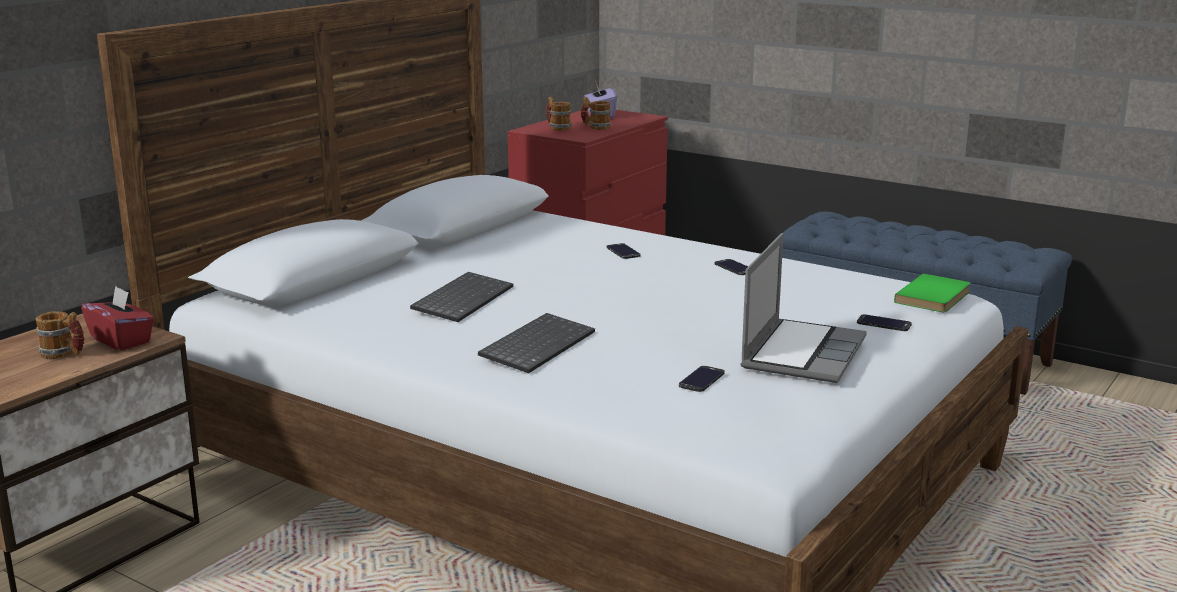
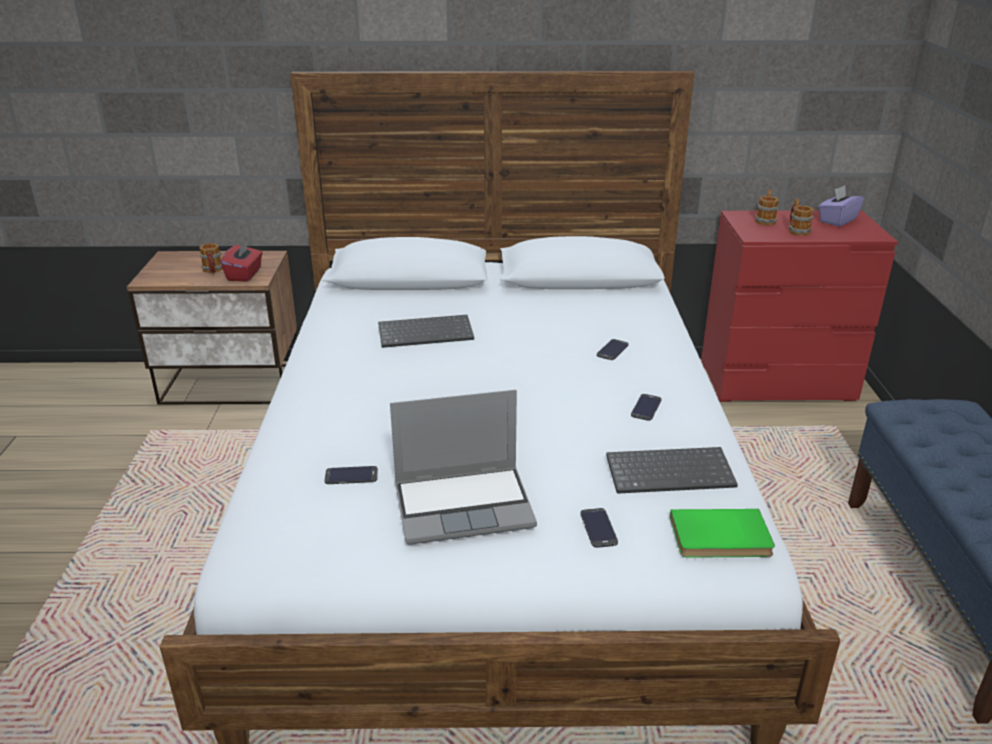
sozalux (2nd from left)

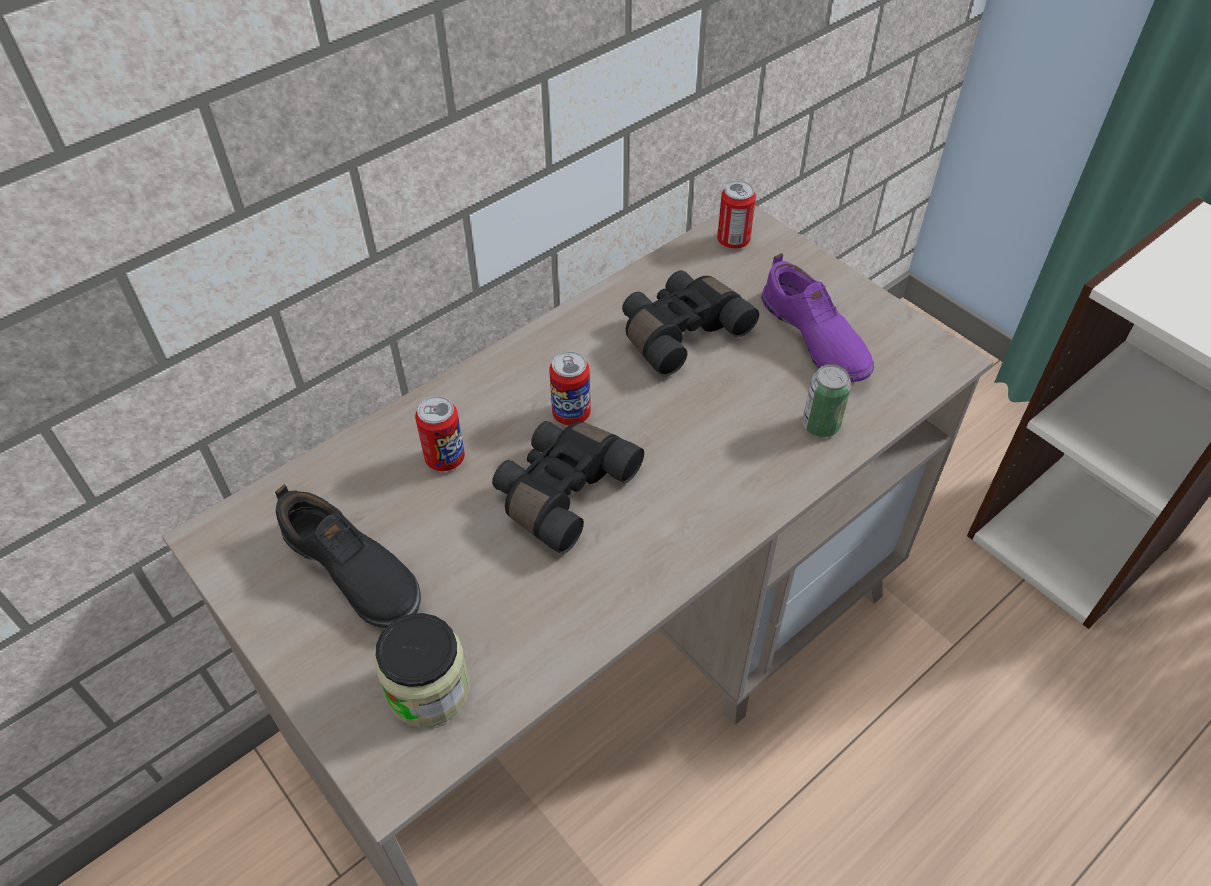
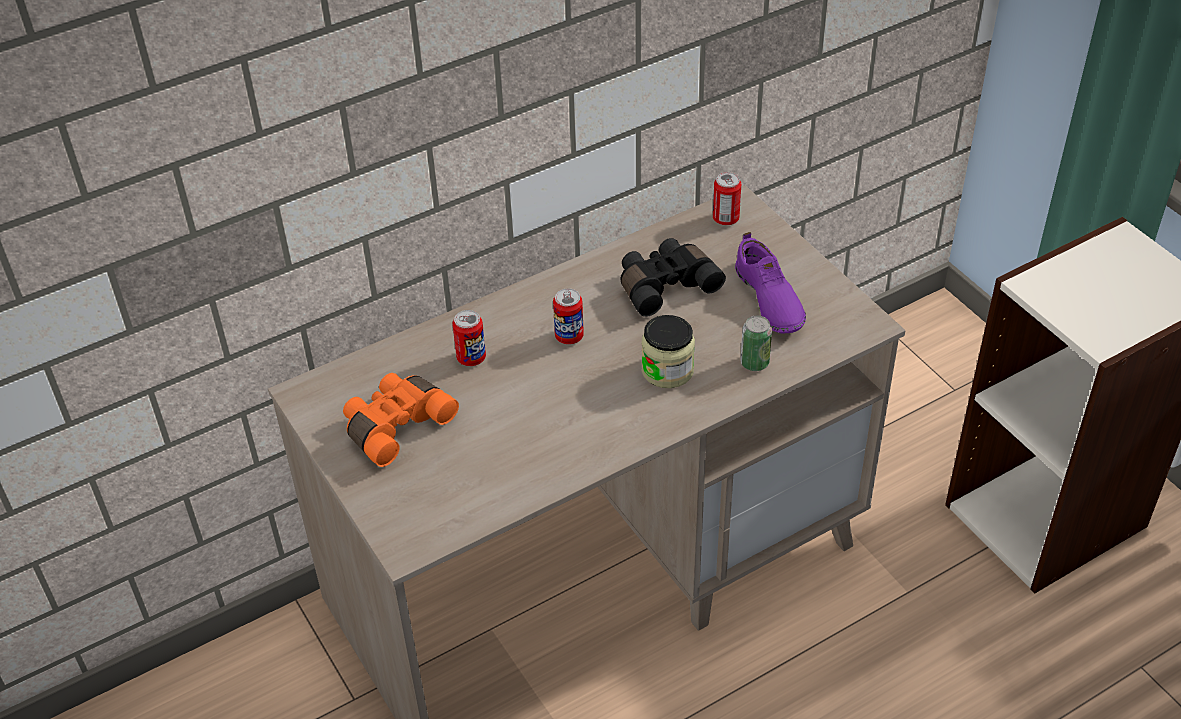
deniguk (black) (1st from left in the first image)
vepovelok
deniguk (orange)

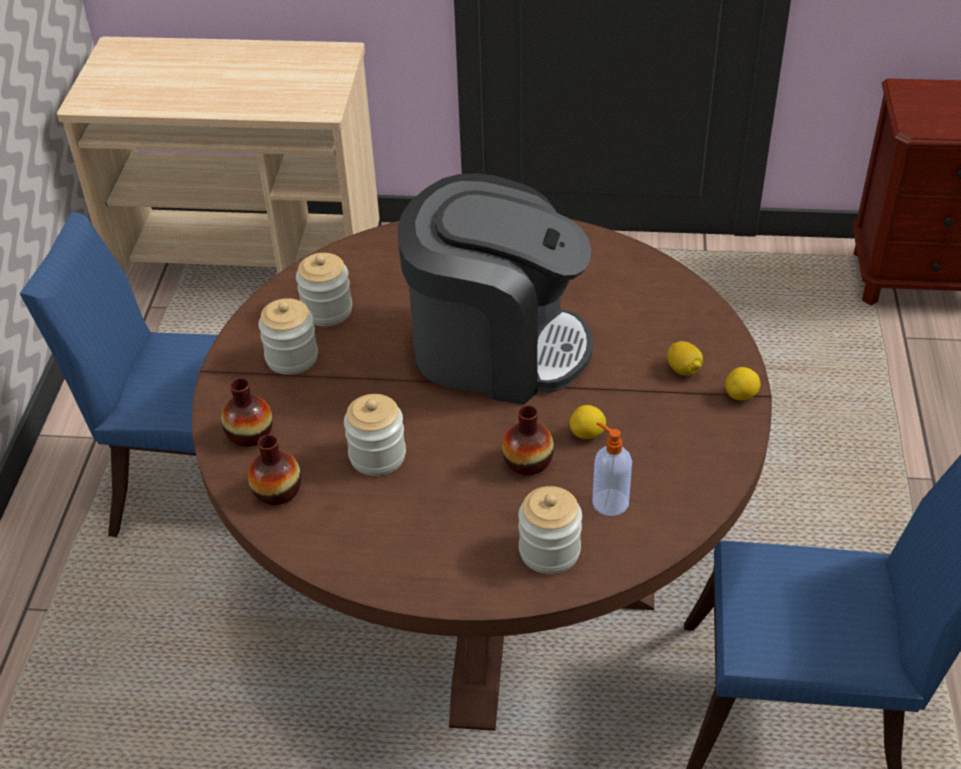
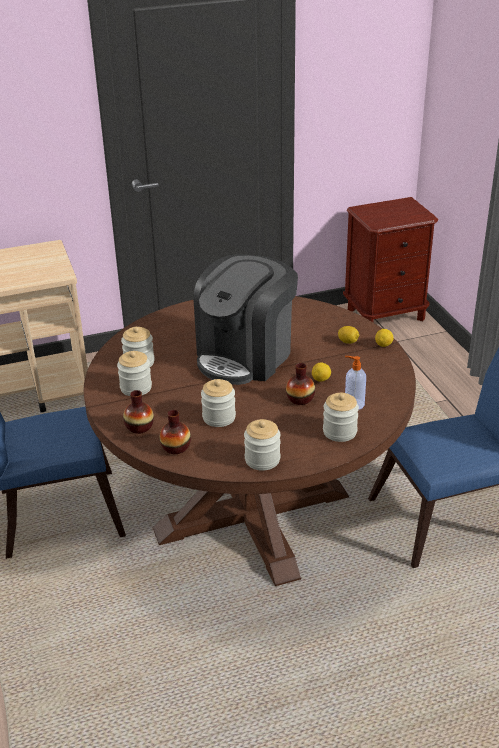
vepovelok (4th from left)
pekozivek

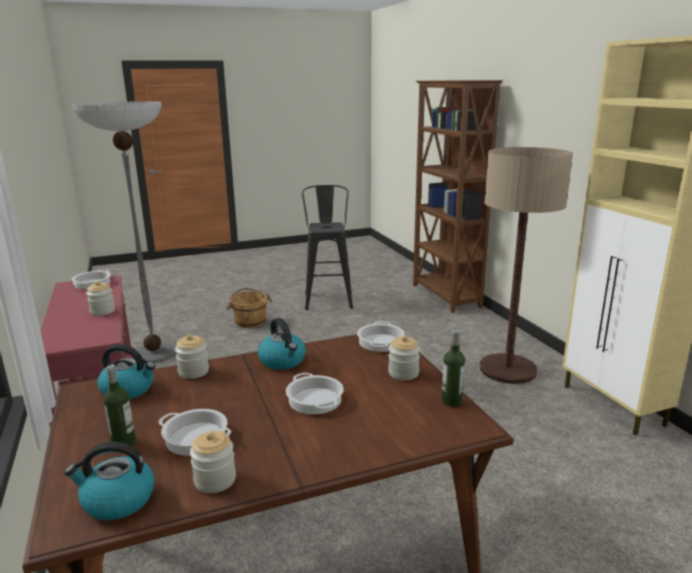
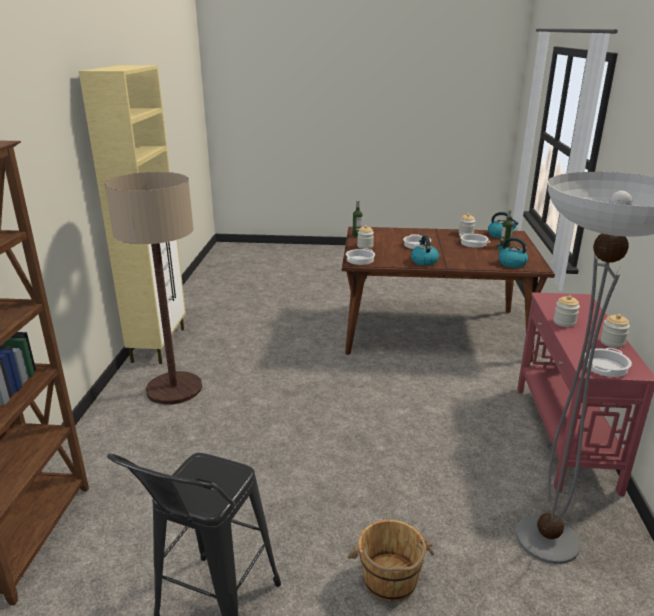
vepovelok (4th from left)

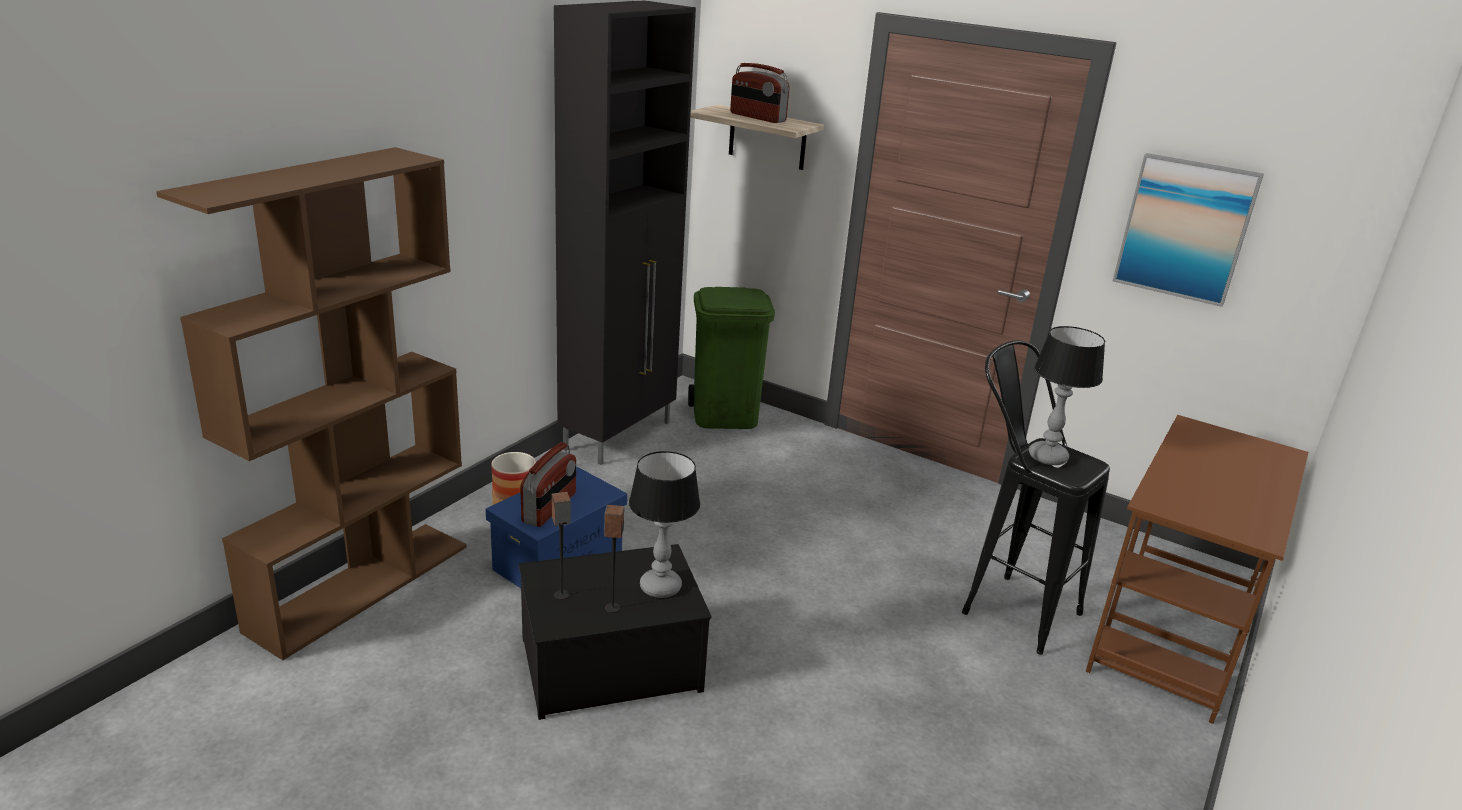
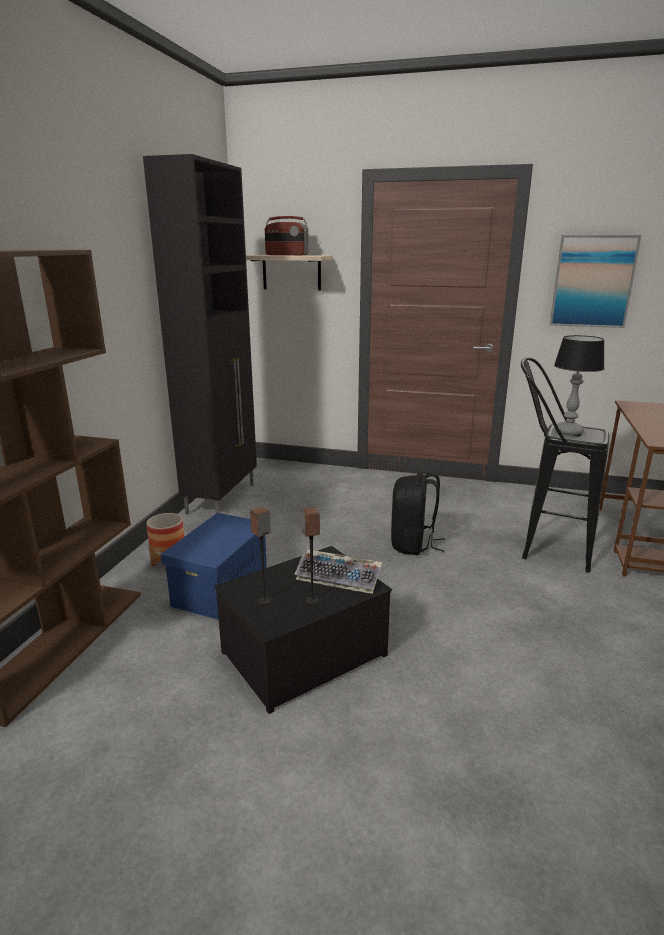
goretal (1st from left in the first image)
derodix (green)
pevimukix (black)
sozalux

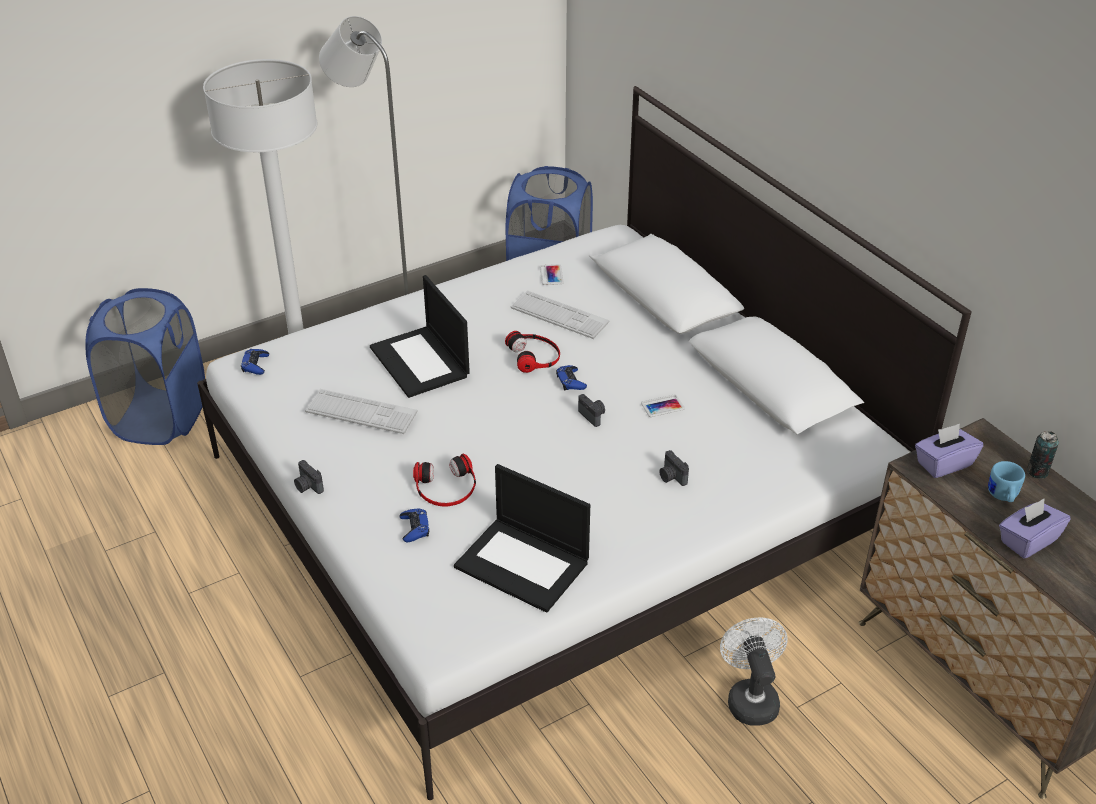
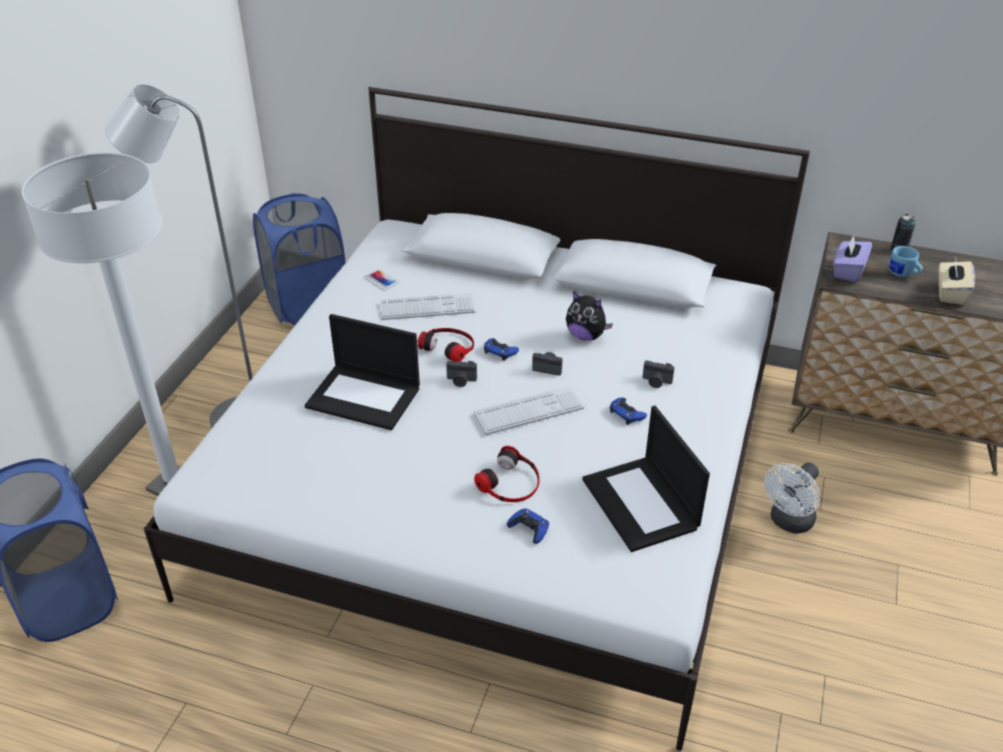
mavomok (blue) (3rd from left)
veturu (1st from left)
sozalux (2nd from left)
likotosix
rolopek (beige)
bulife (2nd from left)
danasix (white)

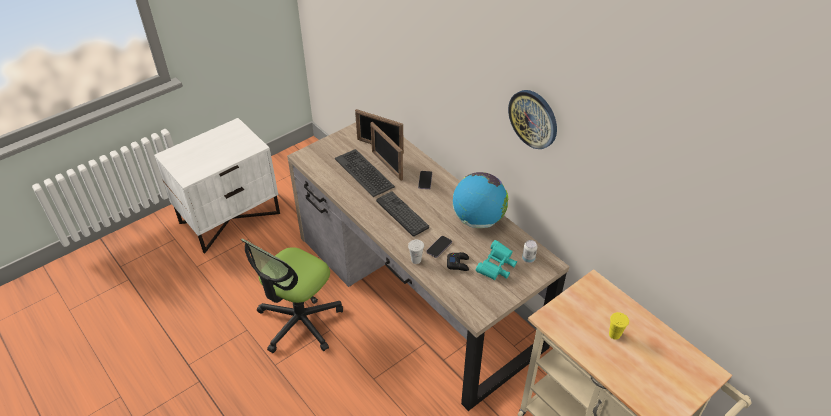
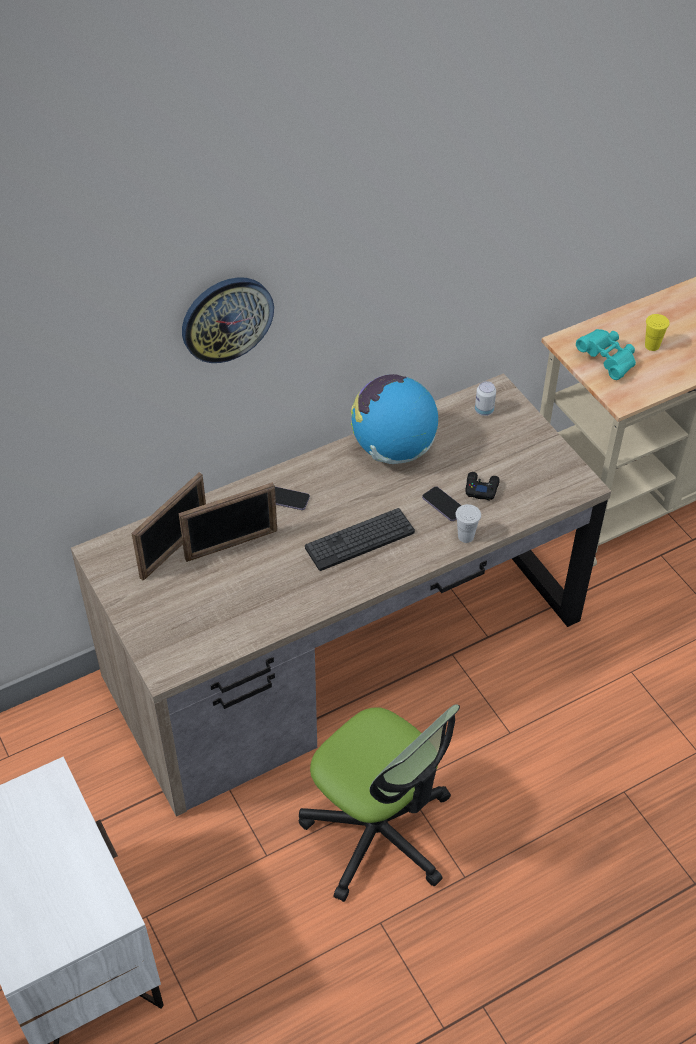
sozalux (1st from left in the first image)
deniguk (turquoise)
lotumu

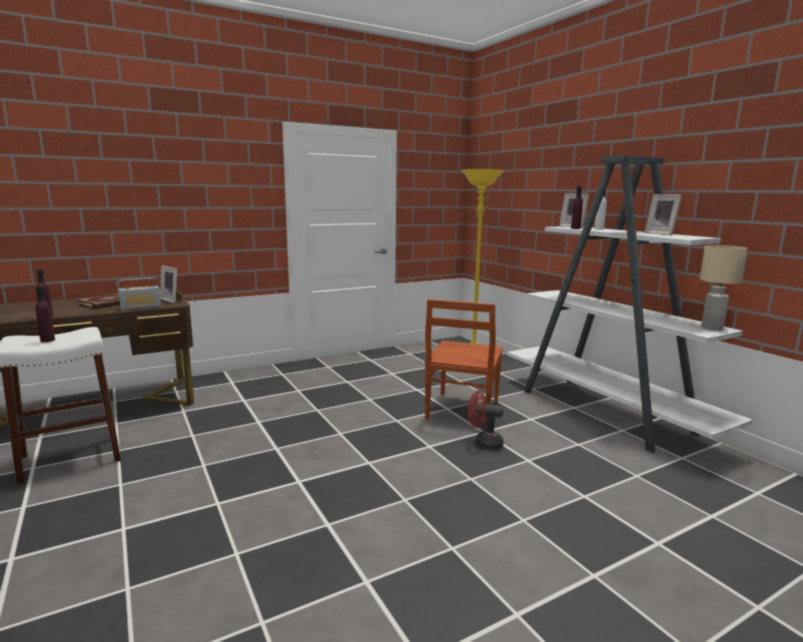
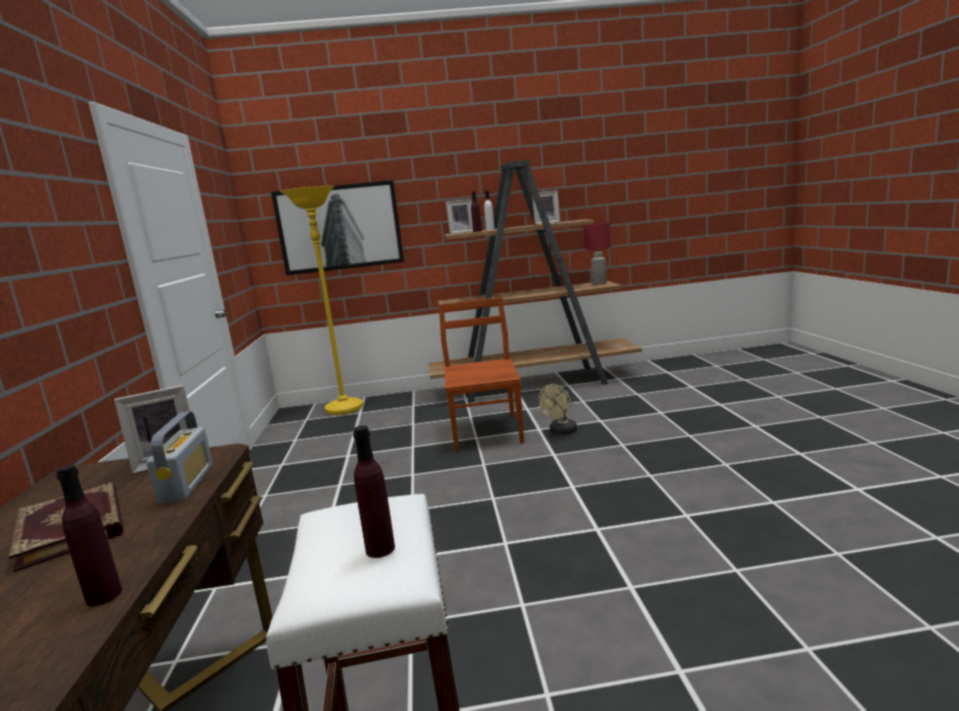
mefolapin
danasix (beige)
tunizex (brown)
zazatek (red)
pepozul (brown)

